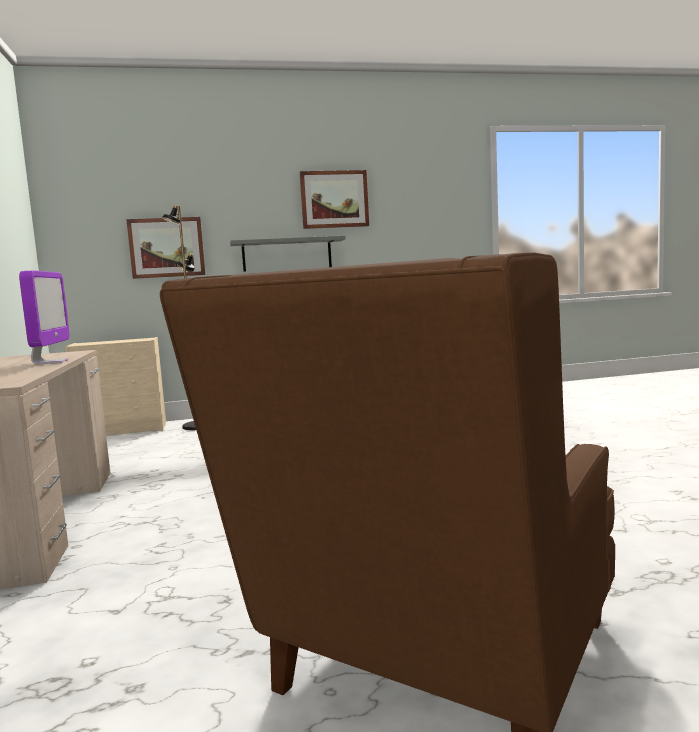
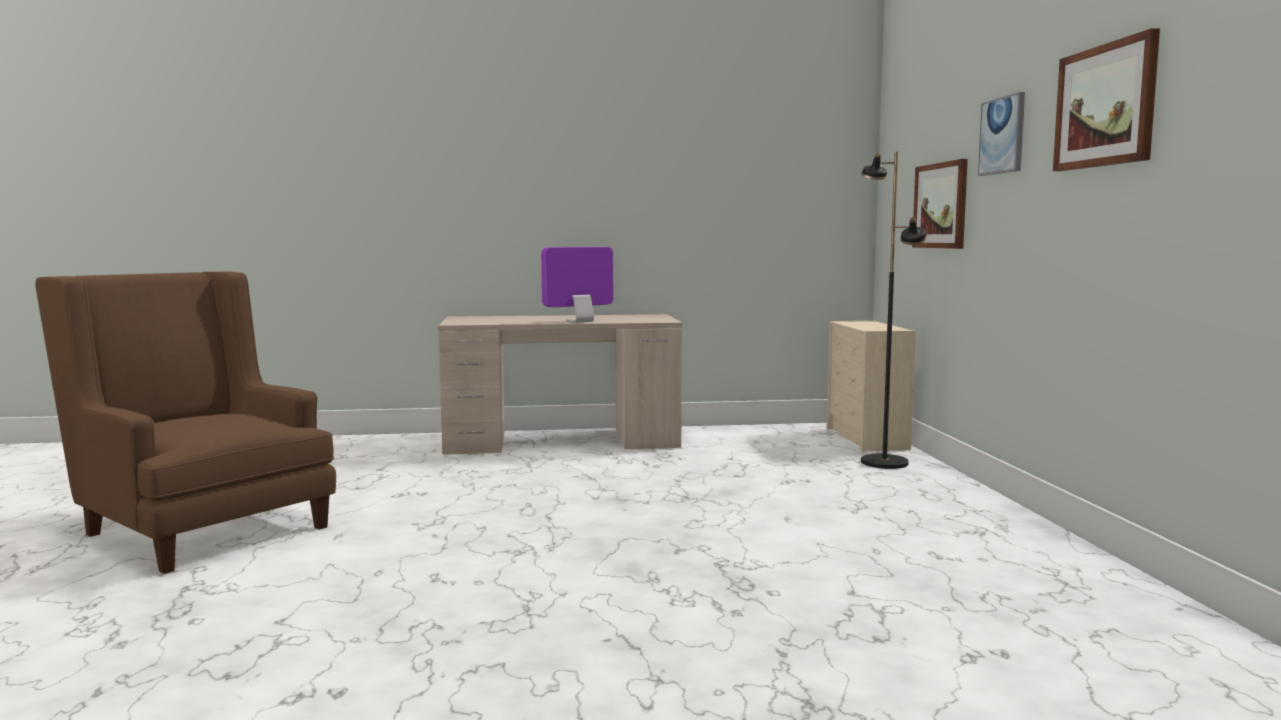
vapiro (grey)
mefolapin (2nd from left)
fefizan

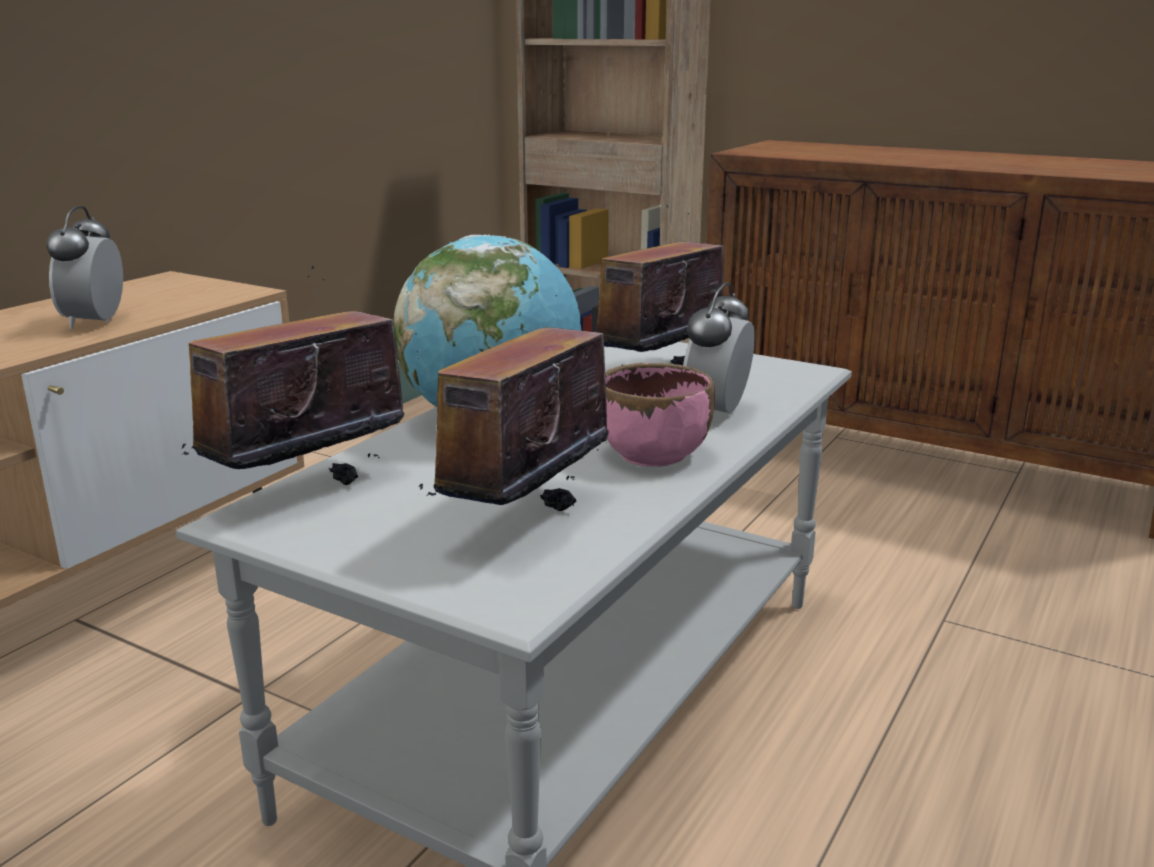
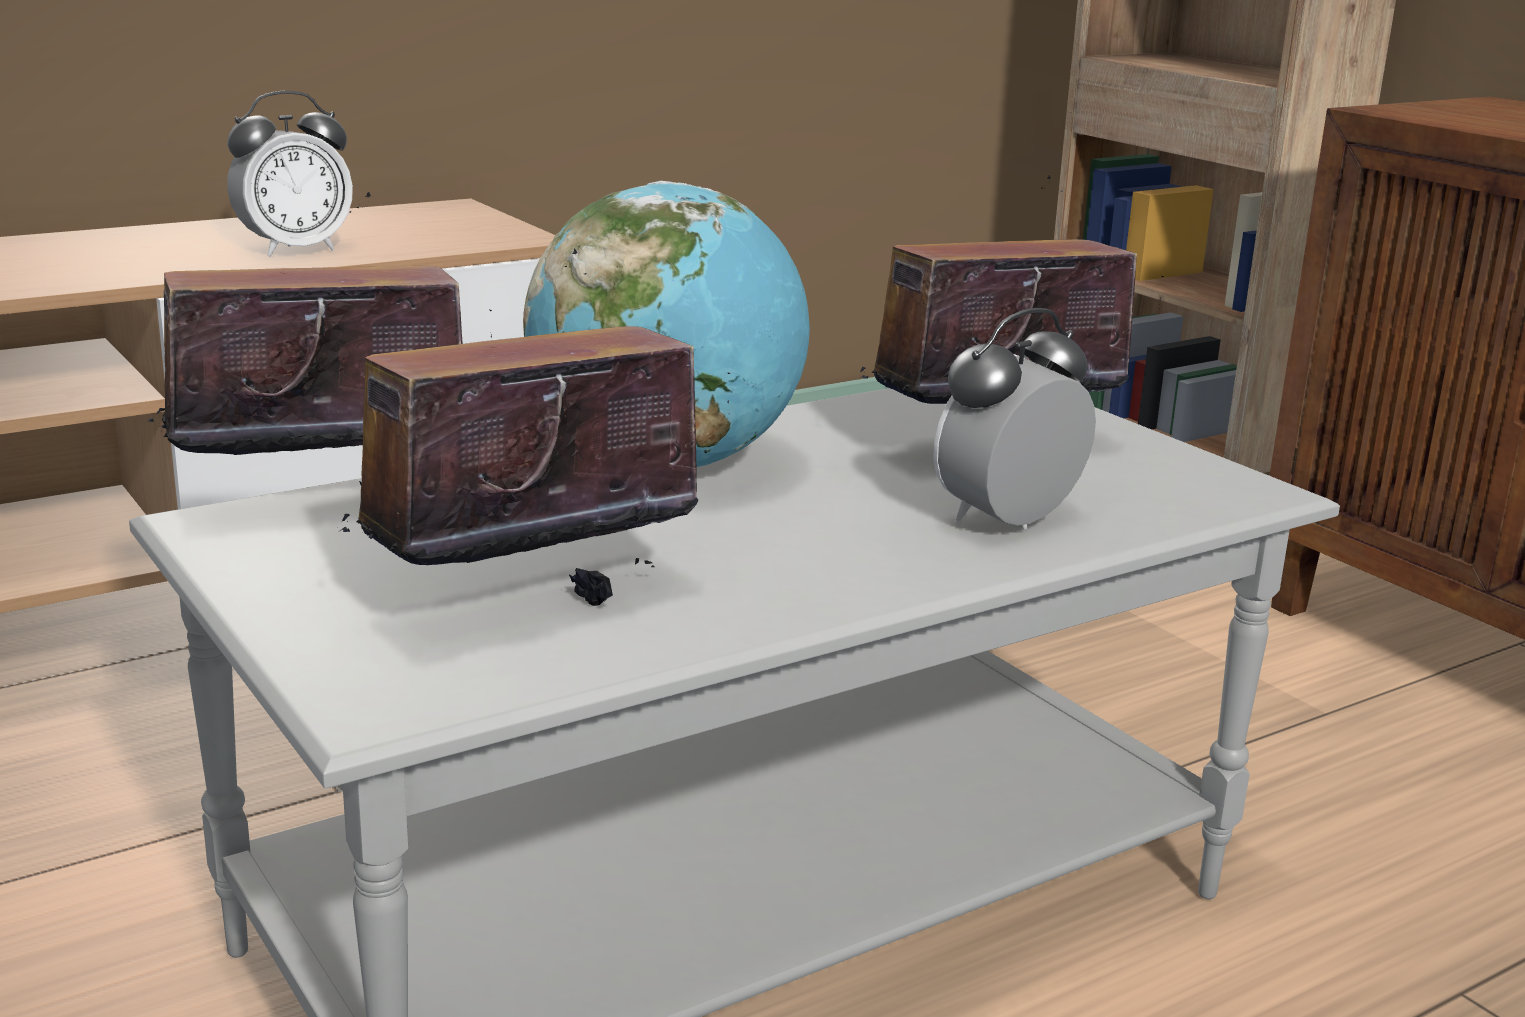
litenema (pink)
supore (1st from left)

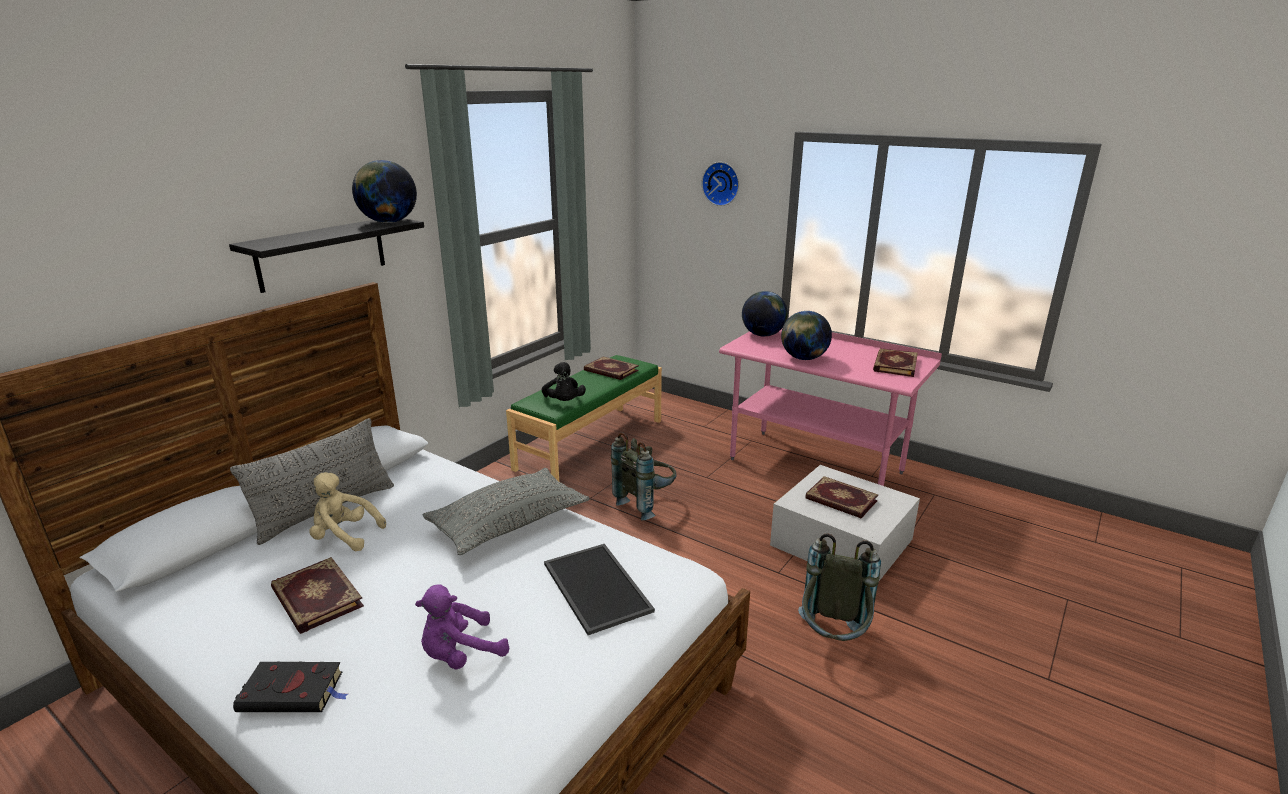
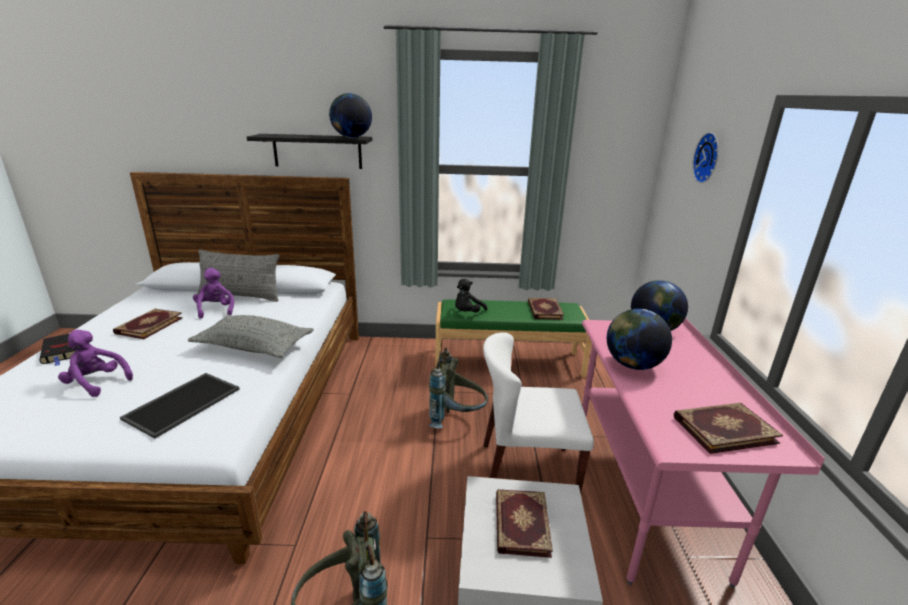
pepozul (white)
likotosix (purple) (2nd from left)

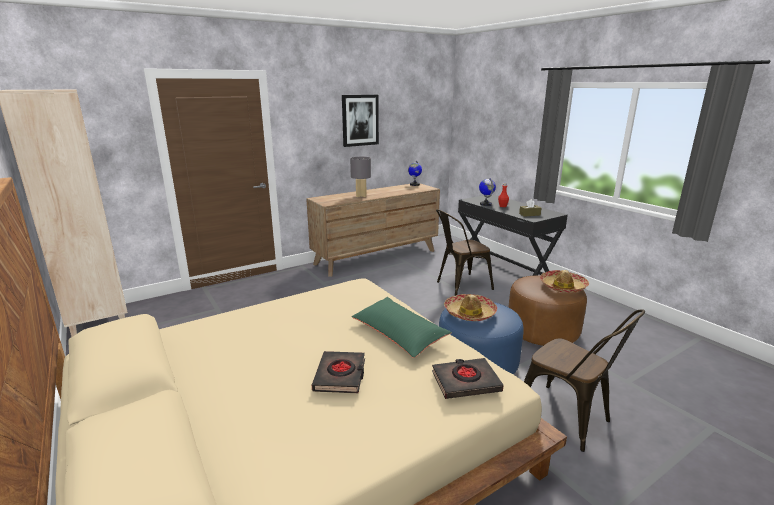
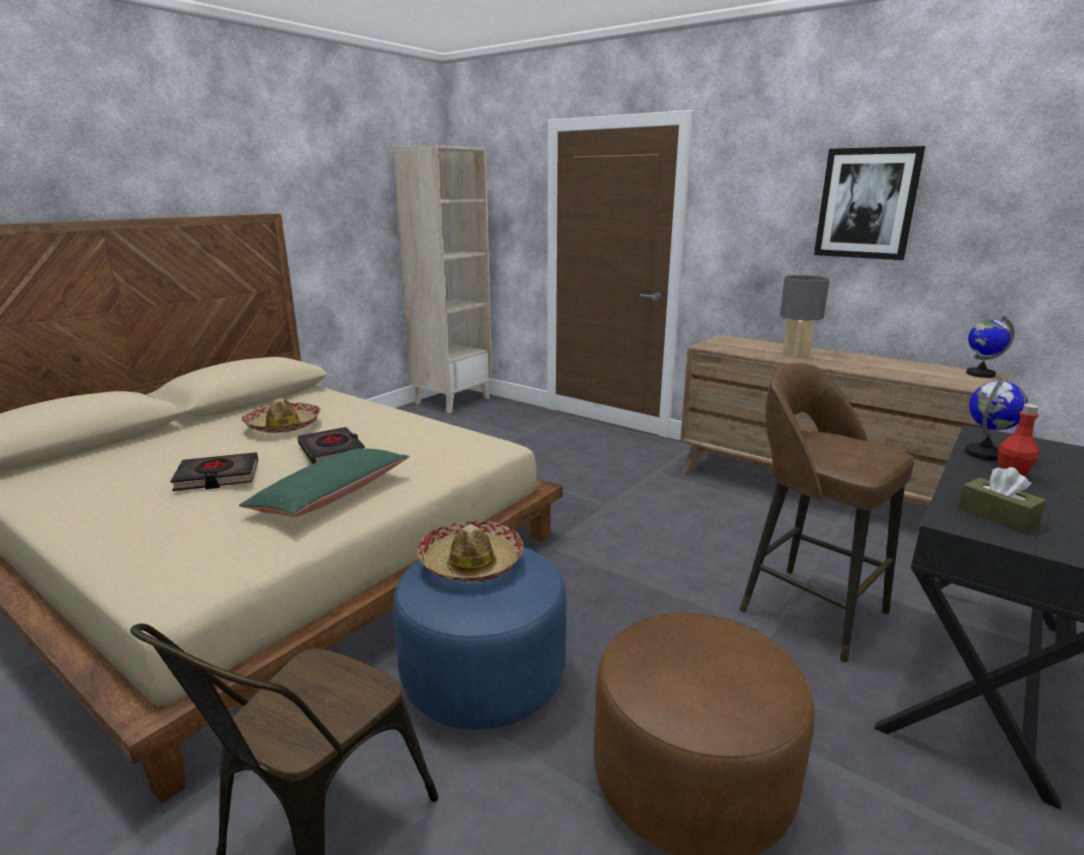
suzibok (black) (2nd from left)
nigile (1st from left)
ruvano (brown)

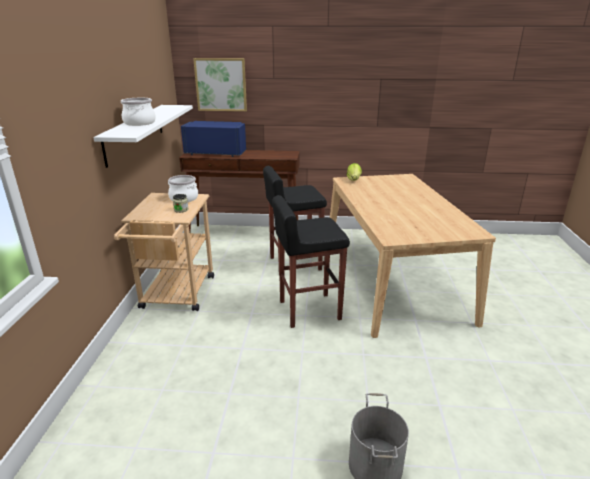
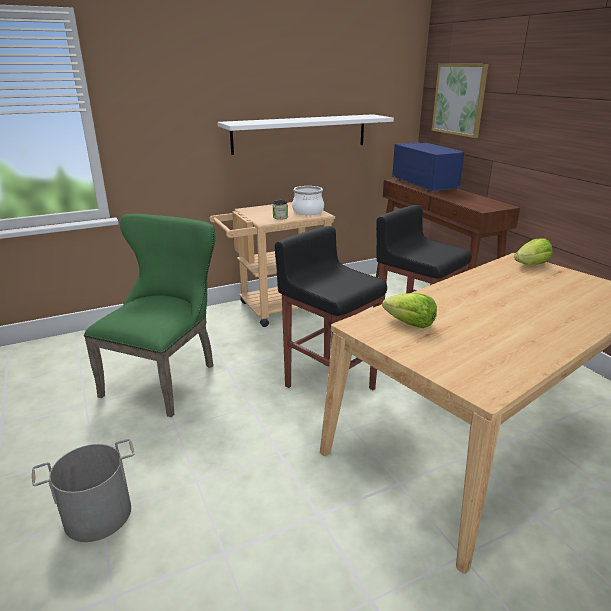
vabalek (1st from left in the first image)
pepozul (green)
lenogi (1st from left)

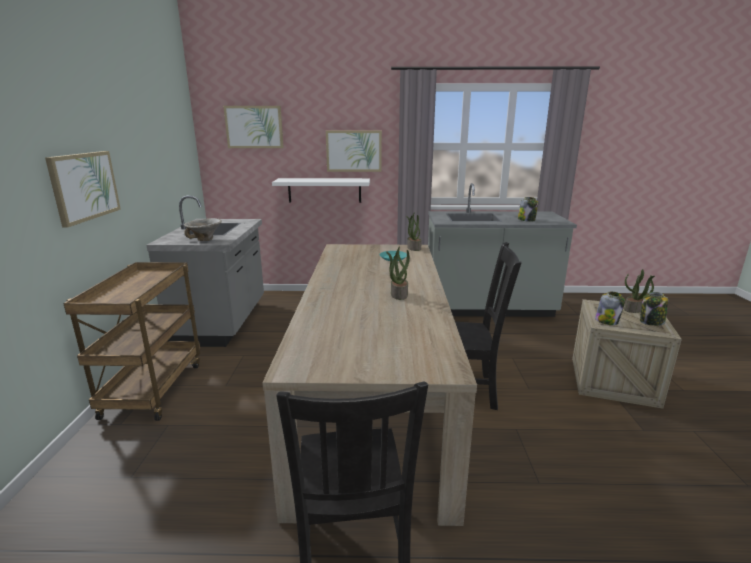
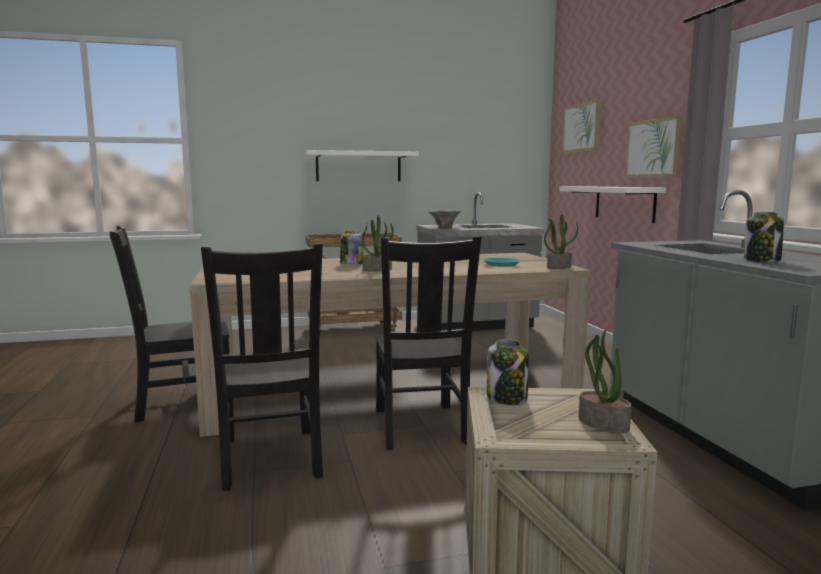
pepozul (black) (2nd from left)
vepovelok (1st from left)
vapiro (white) (1st from left)

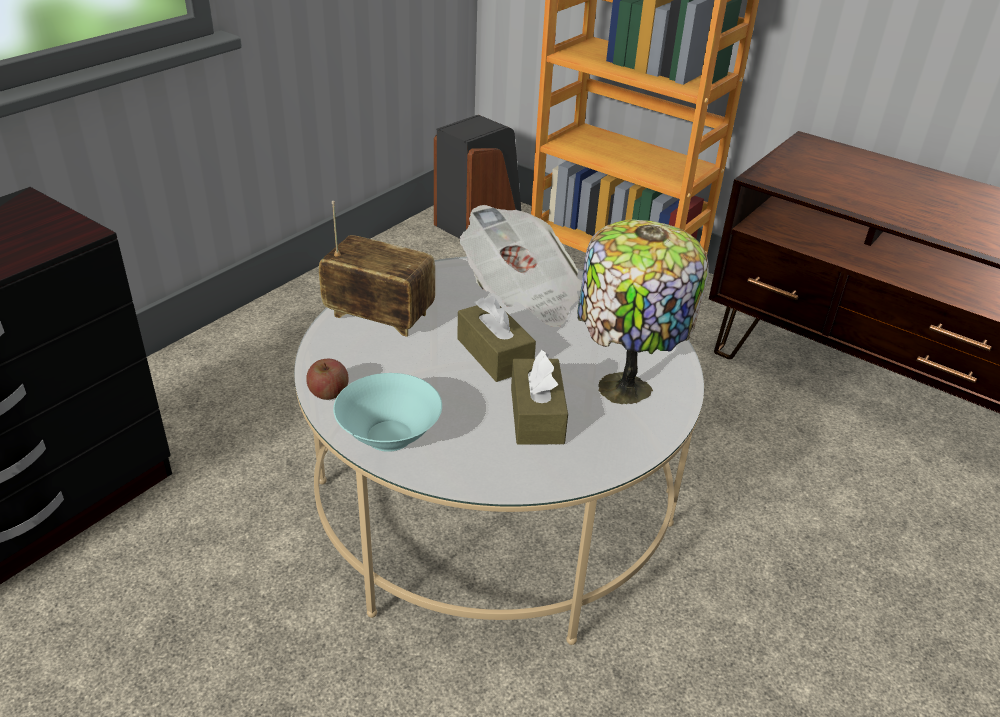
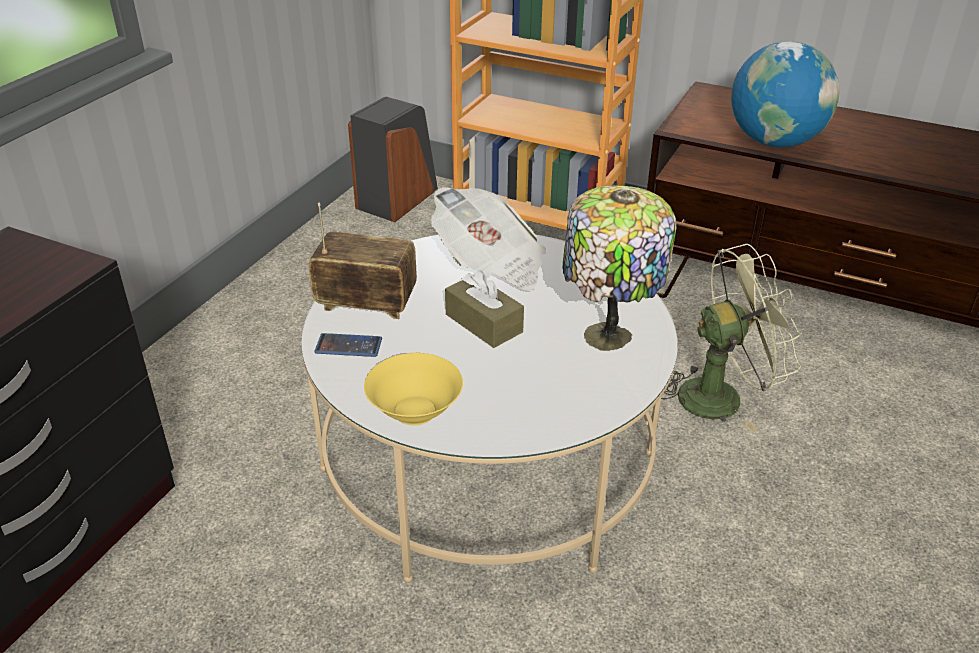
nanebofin
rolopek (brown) (2nd from left in the first image)
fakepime
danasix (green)
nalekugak
litenema (yellow)

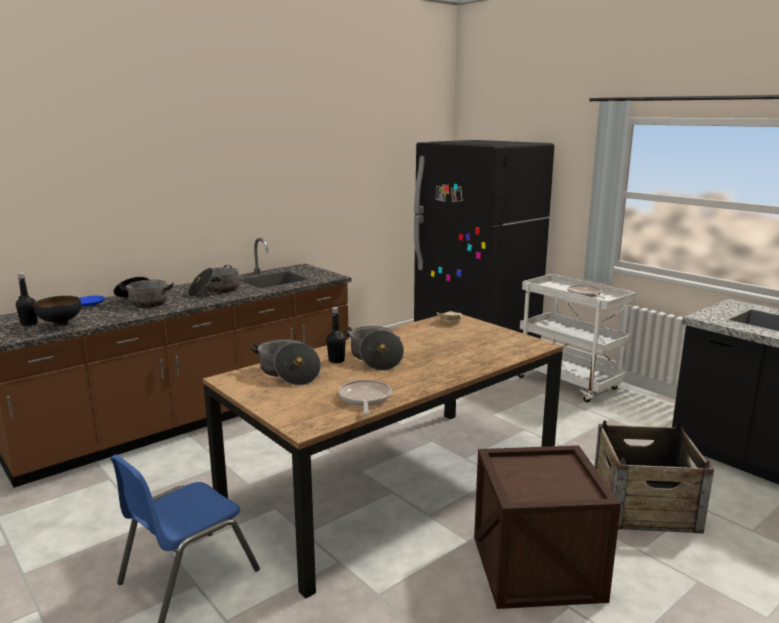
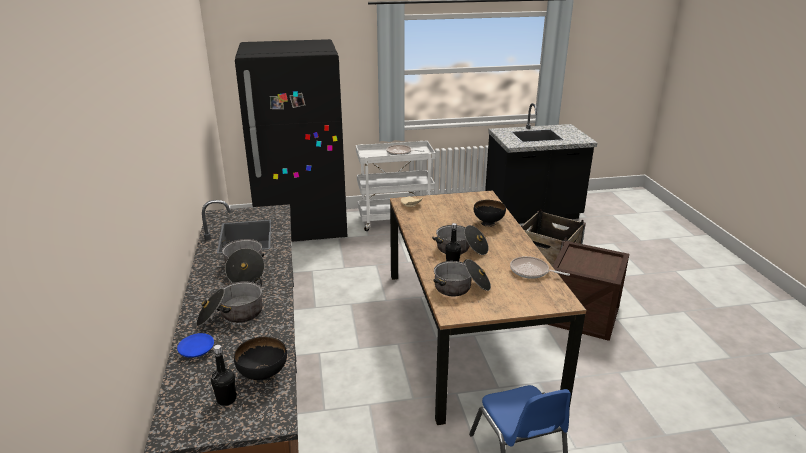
litenema (black) (2nd from left)

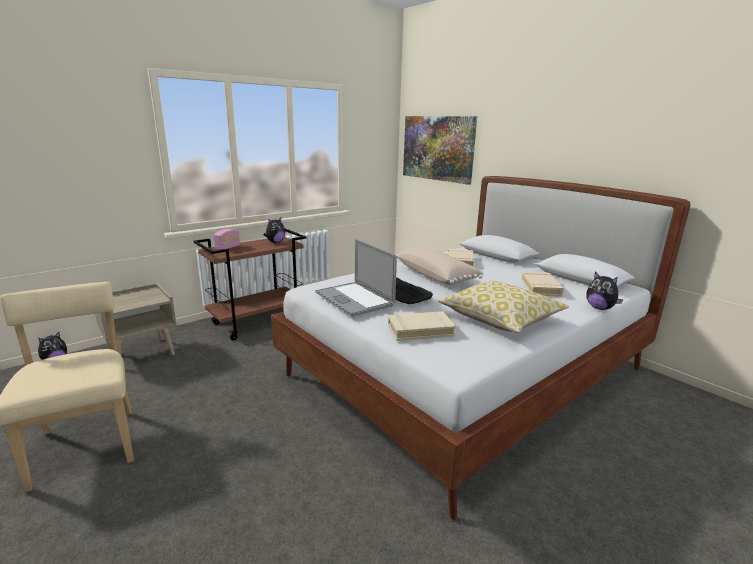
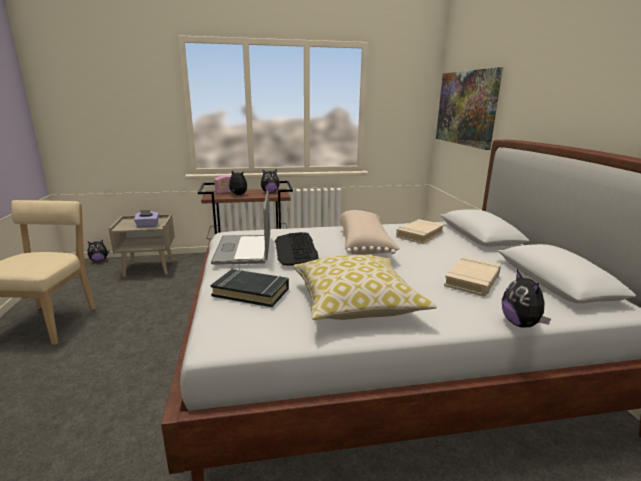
rolopek (purple)
likotosix (2nd from left)
suzibok (black)

